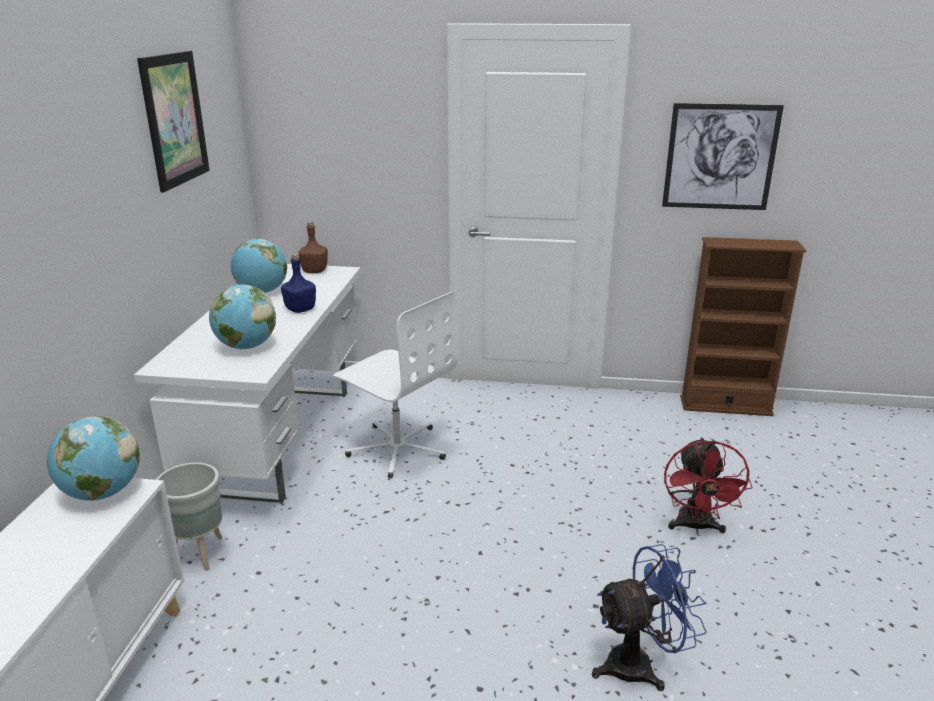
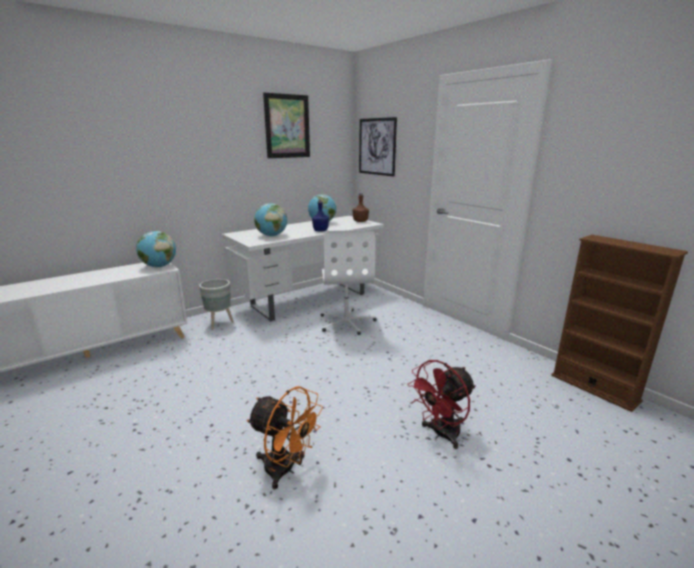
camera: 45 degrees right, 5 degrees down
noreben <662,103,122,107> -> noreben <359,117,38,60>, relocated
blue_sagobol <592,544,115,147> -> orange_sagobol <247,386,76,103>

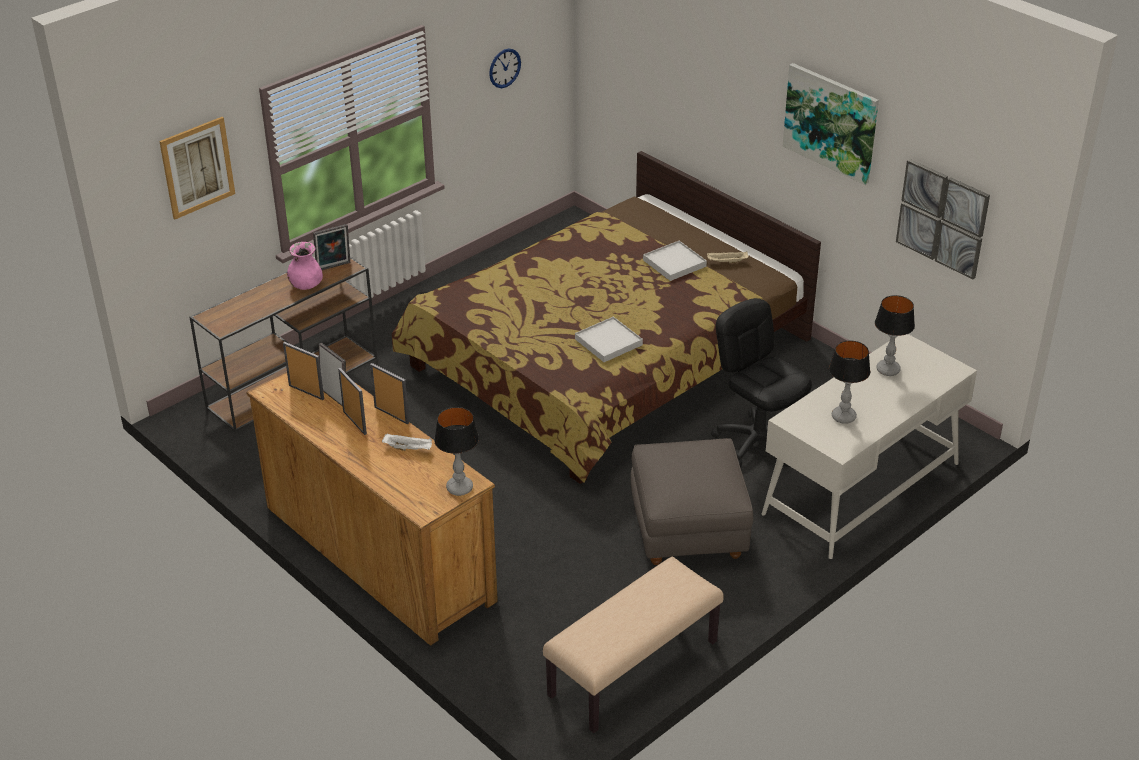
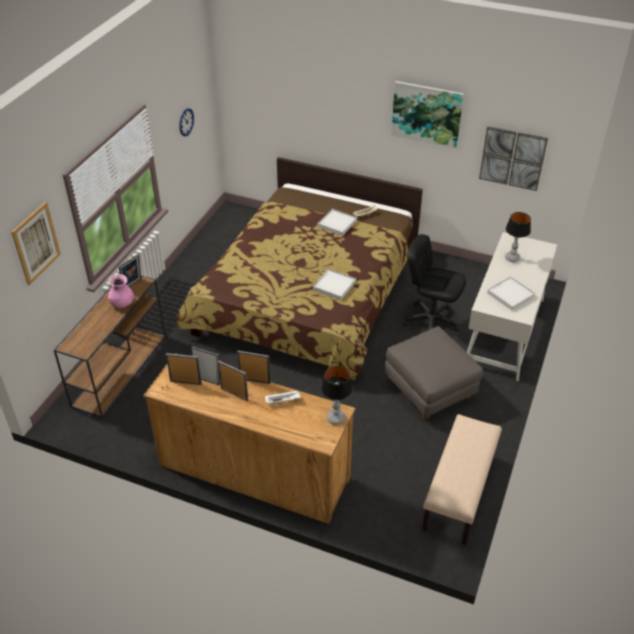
camera: 25 degrees left, 5 degrees up
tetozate <829,340,41,84> -> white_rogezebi <487,276,48,34>

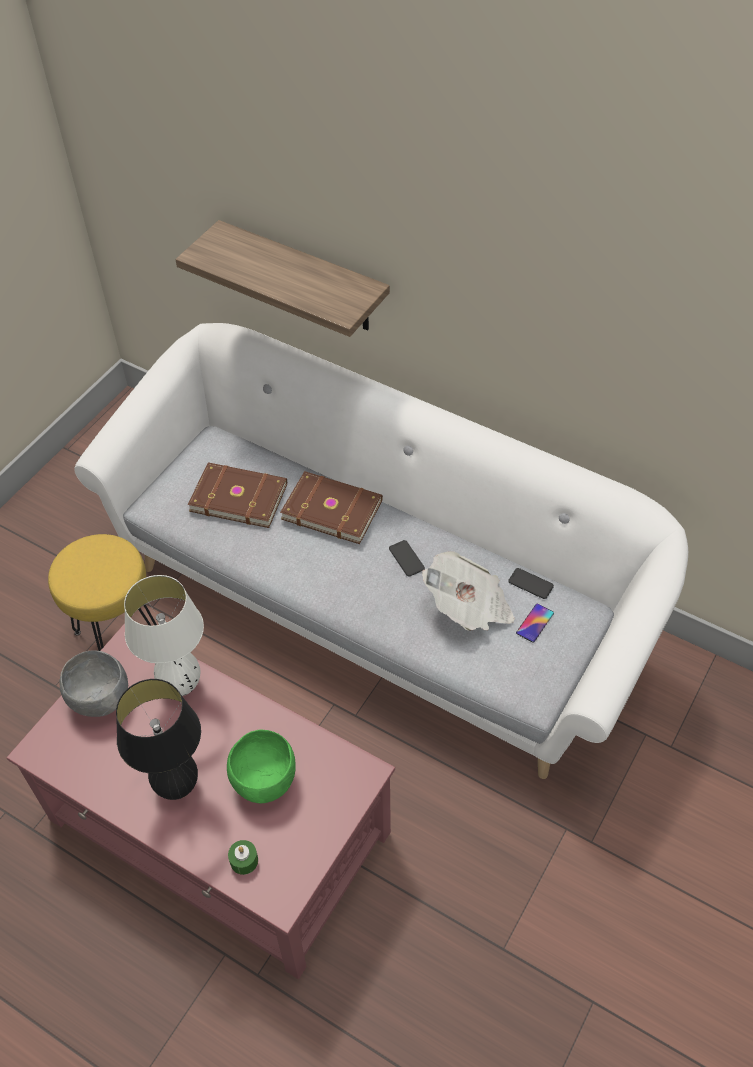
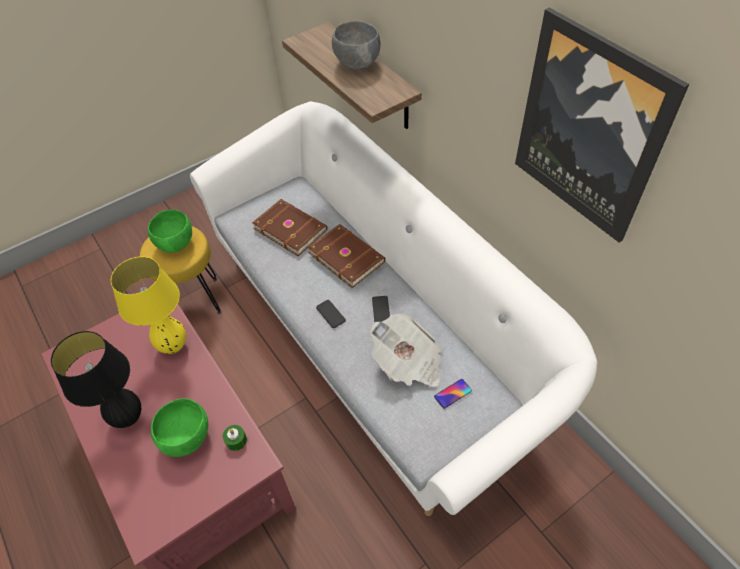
camera: 25 degrees right, 0 degrees up
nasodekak <508,568,46,31> -> nasodekak <316,300,30,28>, relocated
white_tetozate <124,575,80,121> -> yellow_tetozate <111,257,75,97>
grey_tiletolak <59,650,69,67> -> grey_tiletolak <332,21,49,49>, relocated
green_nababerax <228,840,30,35> -> green_nababerax <223,425,24,26>, relocated
none -> noreben <515,7,174,235>
none -> green_tiletolak <148,210,44,43>

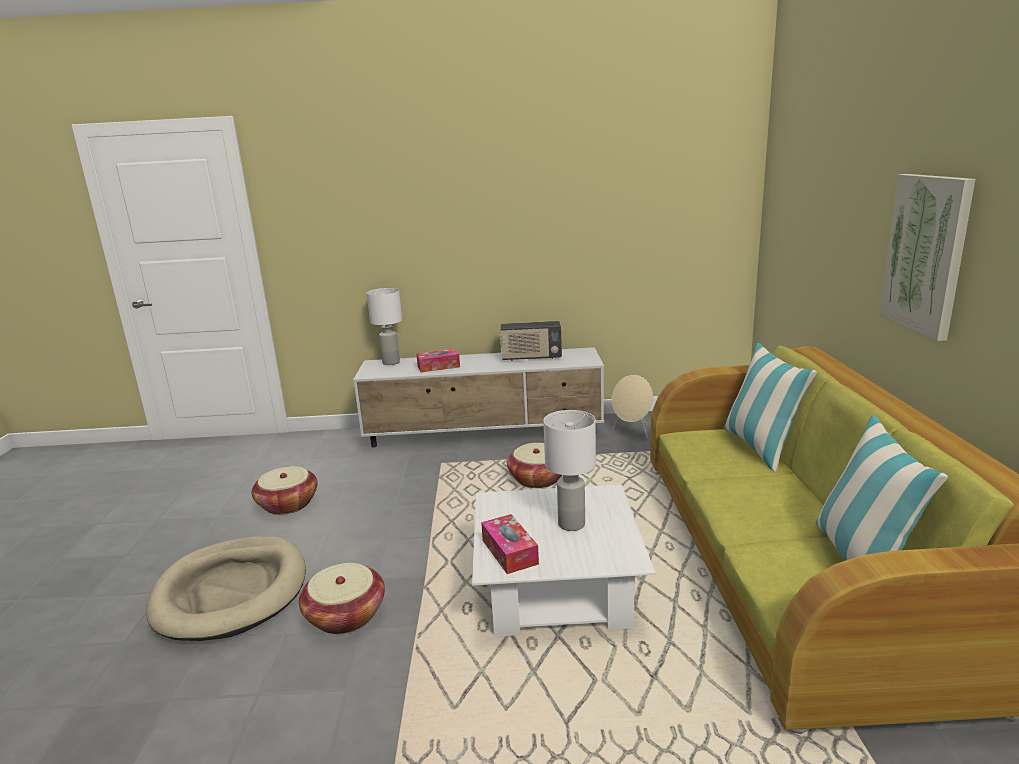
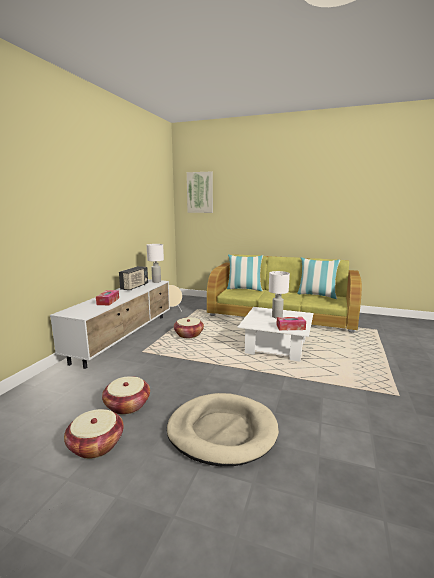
camera: 70 degrees left, 5 degrees down
noreben <879,174,96,167> -> noreben <187,171,26,42>, relocated
white_tetozate <367,288,35,77> -> white_tetozate <147,244,17,39>, relocated
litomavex <299,563,86,71> -> litomavex <64,409,60,50>, relocated

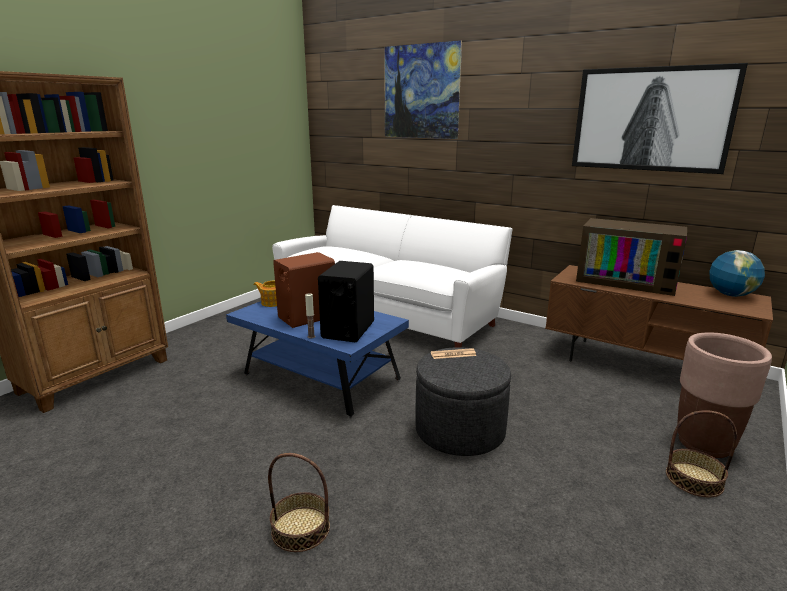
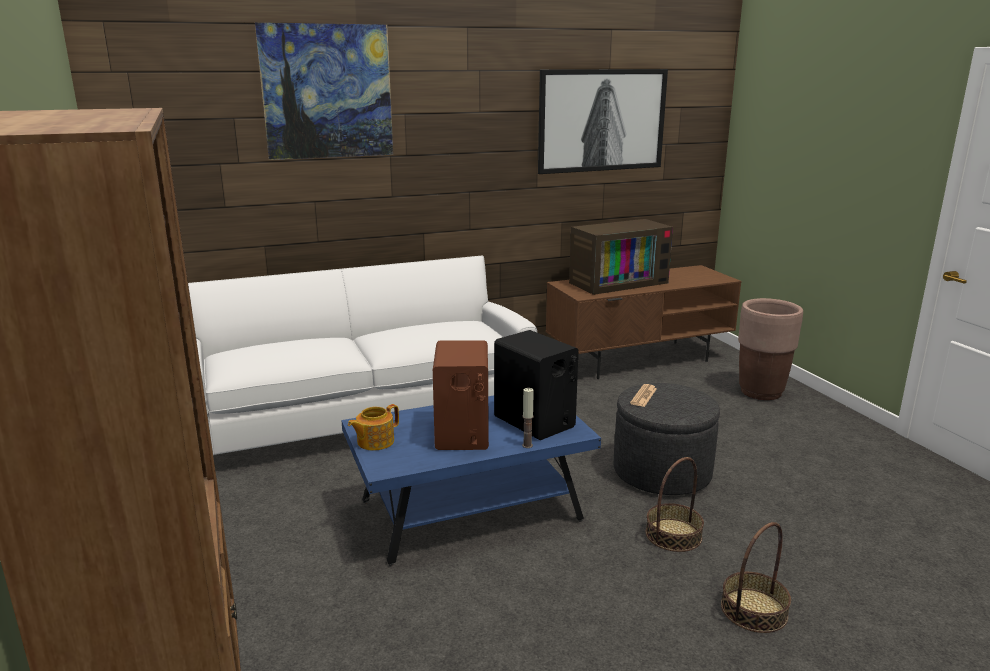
camera: 55 degrees left, 0 degrees up
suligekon <709,250,56,47> -> none
litomavex <666,410,71,87> -> litomavex <645,457,59,95>, relocated

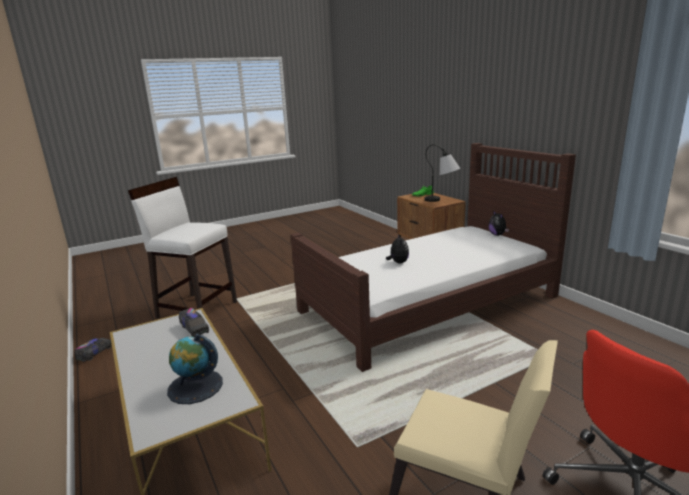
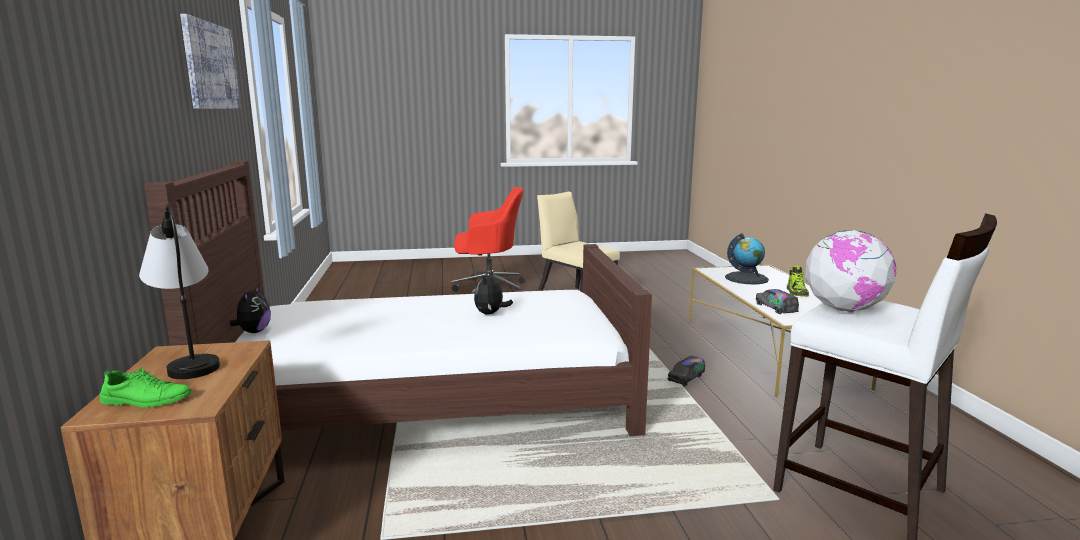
camera: 160 degrees left, 5 degrees down
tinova <74,338,38,24> -> tinova <667,355,38,32>, relocated
none -> noreben <180,14,61,95>
none -> suligekon <805,230,91,82>
none -> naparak <787,266,22,31>

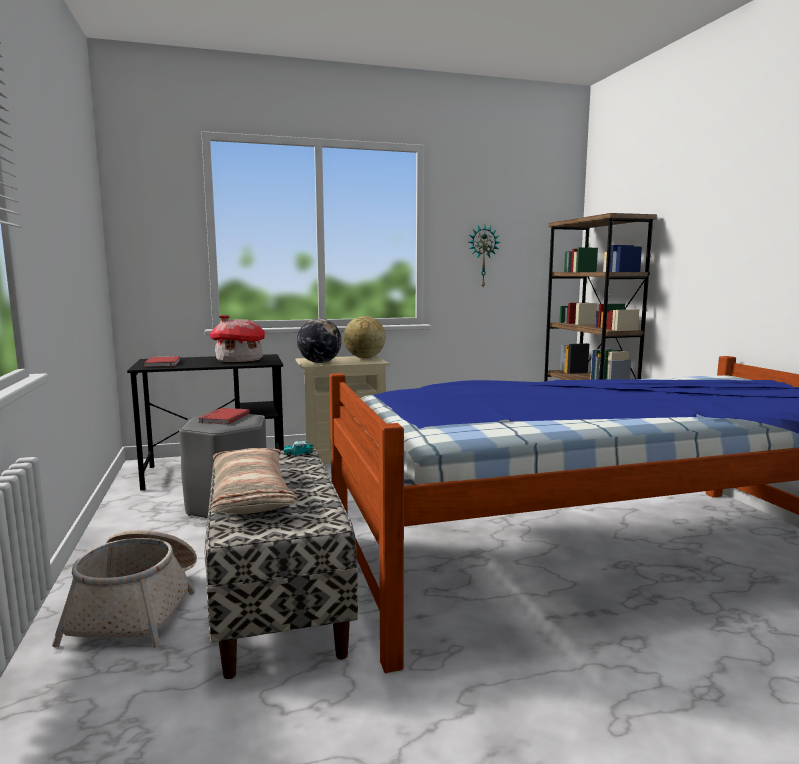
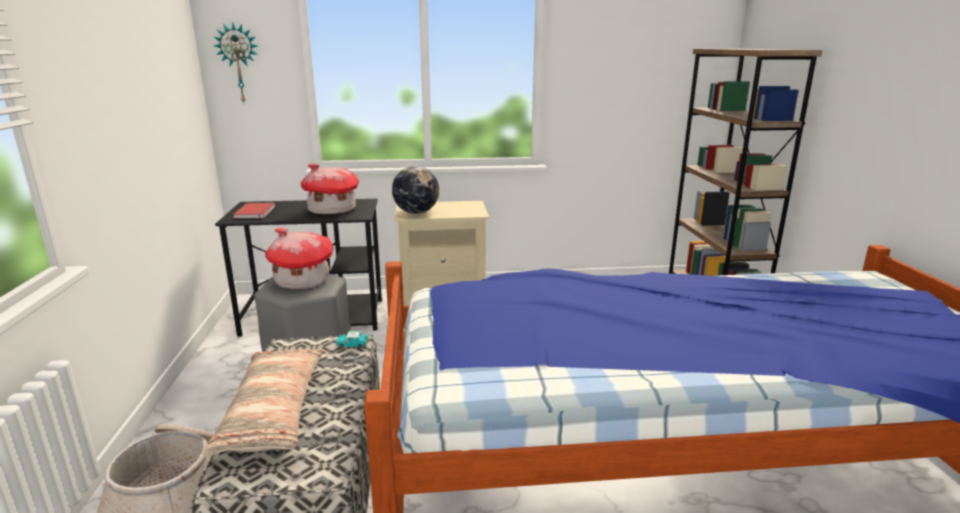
camera: 10 degrees right, 10 degrees up
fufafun <469,225,31,62> -> fufafun <214,23,44,80>, relocated
suligekon <343,316,43,42> -> none
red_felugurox <198,408,52,17> -> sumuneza <265,228,68,61>

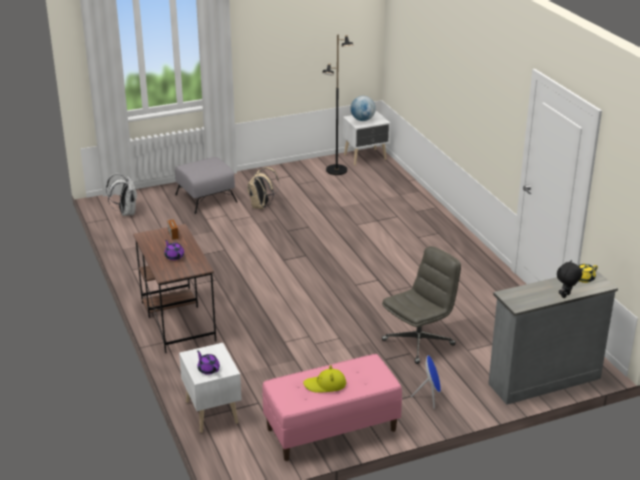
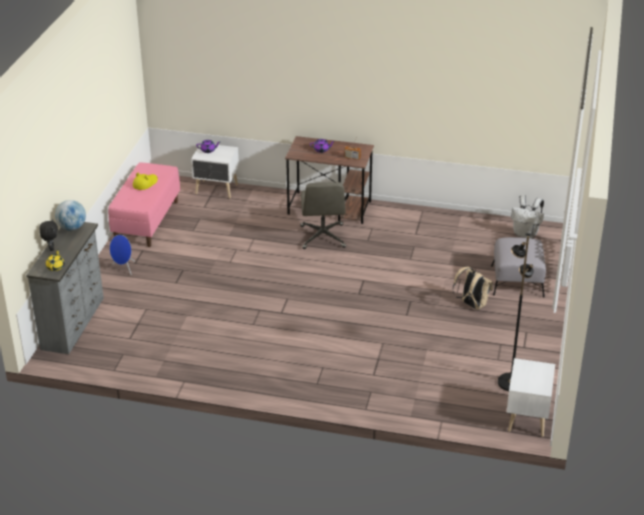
camera: 125 degrees right, 5 degrees up
suligekon <351,96,25,25> -> suligekon <55,200,31,31>, relocated
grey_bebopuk <382,246,79,118> -> grey_bebopuk <300,182,46,67>, relocated

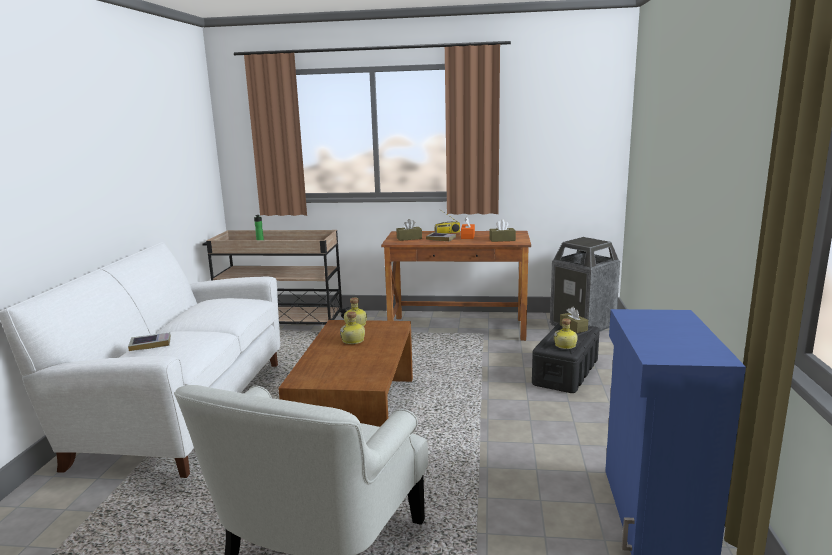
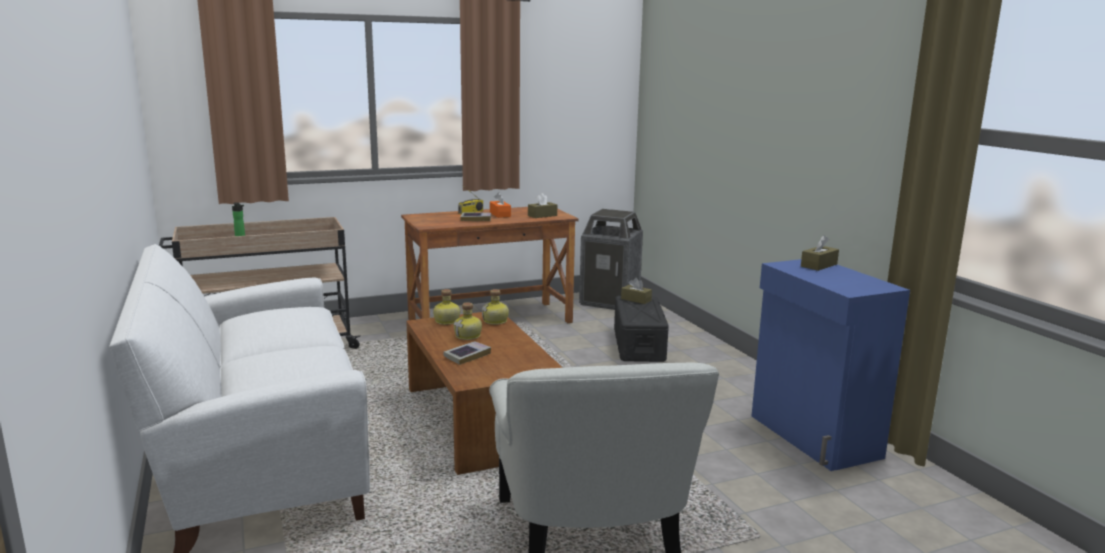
camera: 30 degrees left, 0 degrees up
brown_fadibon <397,219,25,22> -> brown_fadibon <801,235,38,36>, relocated
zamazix <554,318,24,31> -> zamazix <482,289,27,36>, relocated
felugurox <128,332,43,19> -> felugurox <443,341,48,24>, relocated

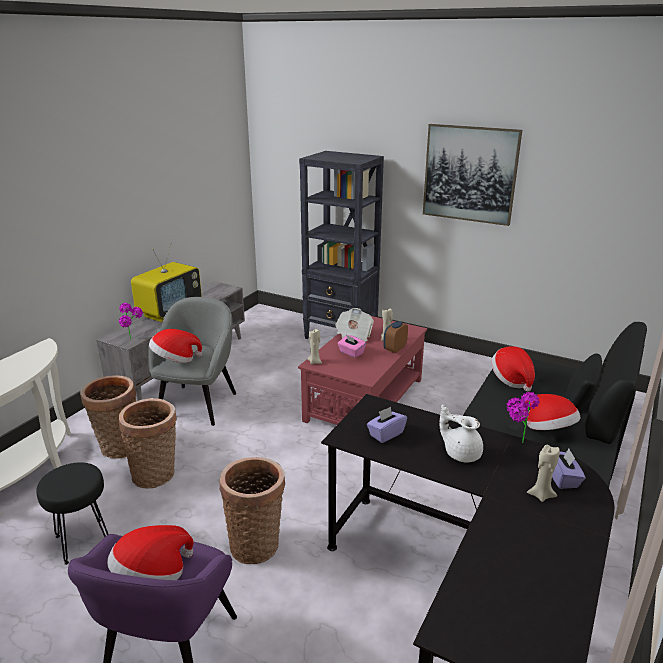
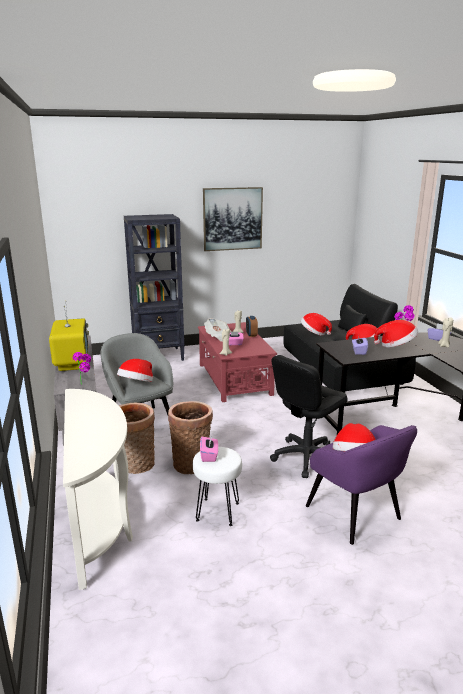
camera: 45 degrees left, 5 degrees down
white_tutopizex <440,404,43,59> -> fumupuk <374,320,44,27>
litomavex <220,457,65,107> -> black_bebopuk <270,355,78,123>
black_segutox <36,462,73,103> -> white_segutox <193,447,49,79>
none -> pink_fadibon <200,437,18,25>

